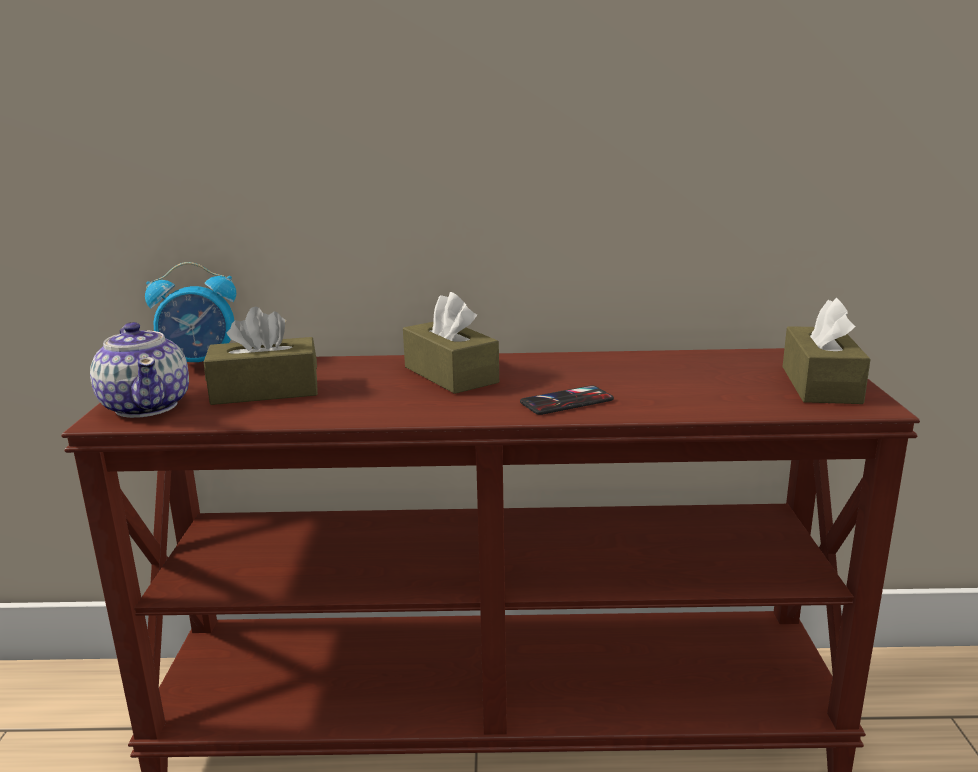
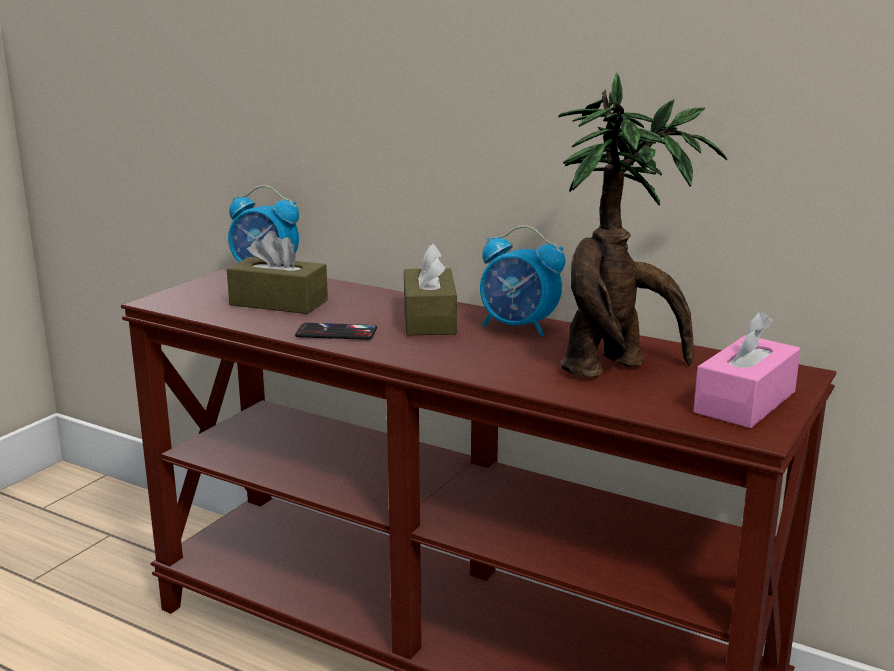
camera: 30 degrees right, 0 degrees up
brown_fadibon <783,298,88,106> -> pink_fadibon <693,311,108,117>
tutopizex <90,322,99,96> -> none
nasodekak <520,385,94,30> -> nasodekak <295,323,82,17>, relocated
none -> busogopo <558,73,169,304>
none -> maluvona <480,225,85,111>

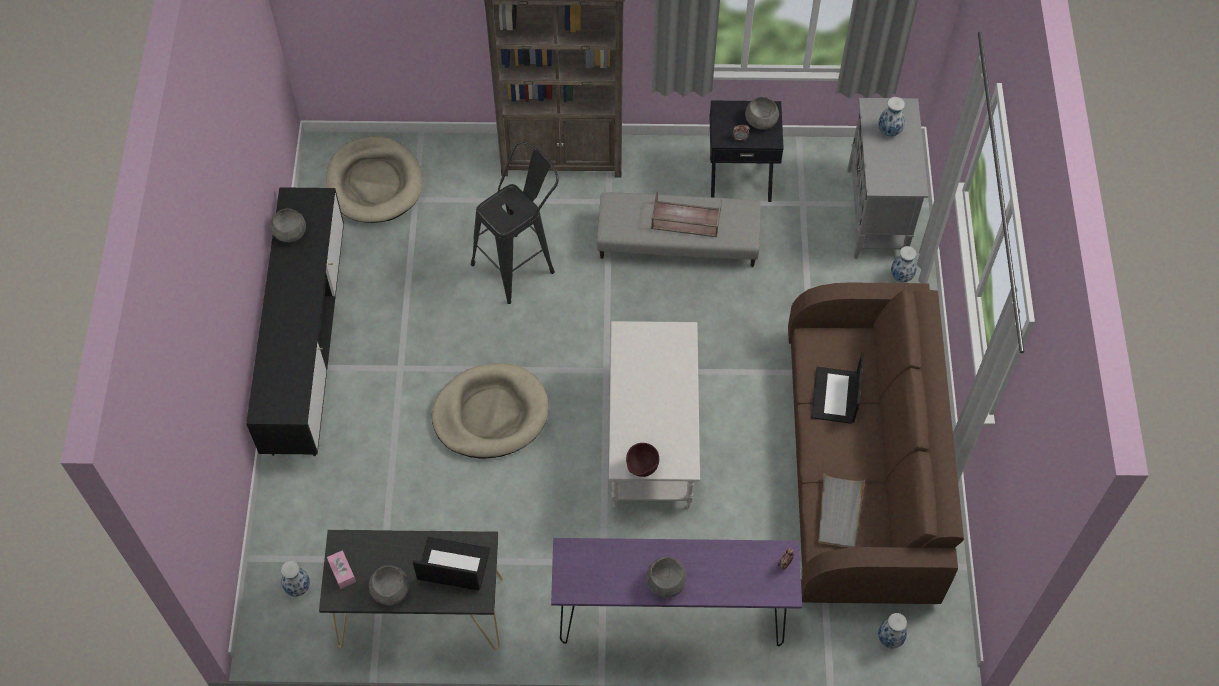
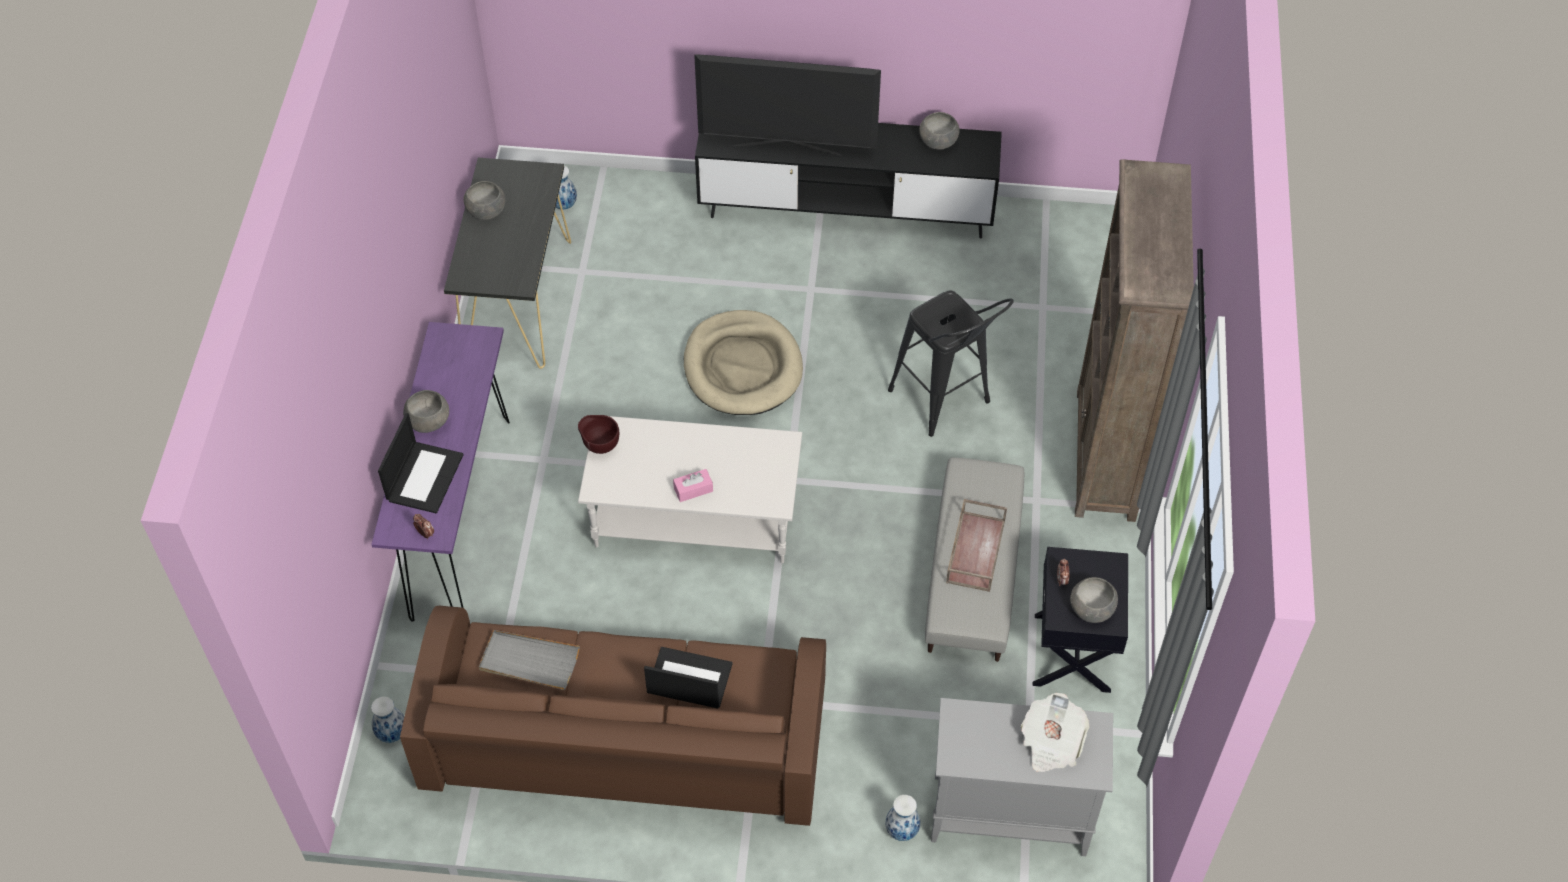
camera: 95 degrees right, 5 degrees down
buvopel <878,97,27,40> -> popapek <1021,693,68,79>
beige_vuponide <326,136,97,87> -> none
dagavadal <413,537,77,54> -> dagavadal <378,413,85,101>, relocated
pink_fadibon <327,550,29,39> -> pink_fadibon <673,469,40,33>, relocated
none -> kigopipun <694,54,187,102>

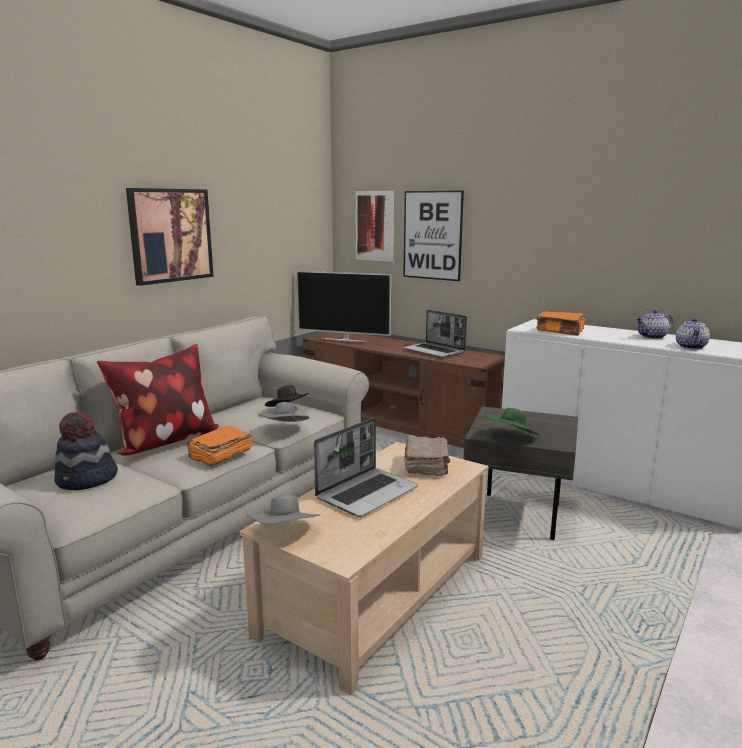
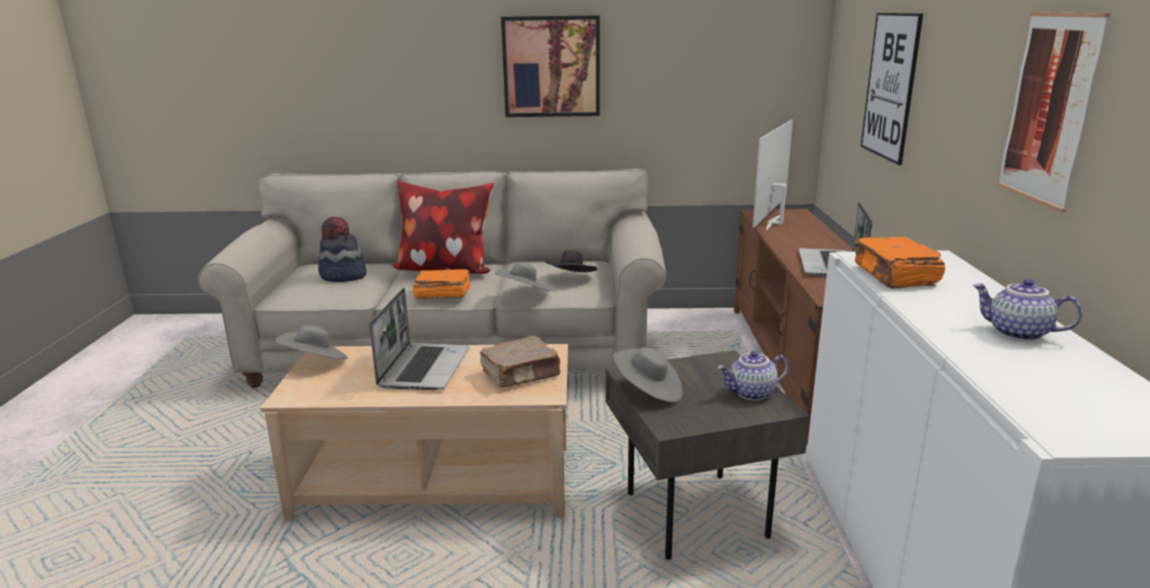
camera: 55 degrees right, 5 degrees up
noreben <355,189,40,74> -> noreben <997,12,113,201>, relocated
kigopipun <296,271,95,71> -> kigopipun <753,119,40,112>, 45 degrees clockwise
tutopizex <676,318,34,32> -> tutopizex <718,351,71,49>, relocated
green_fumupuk <487,408,52,27> -> grey_fumupuk <612,347,71,55>
dagavadal <314,418,104,99> -> dagavadal <369,288,100,102>, 90 degrees counterclockwise

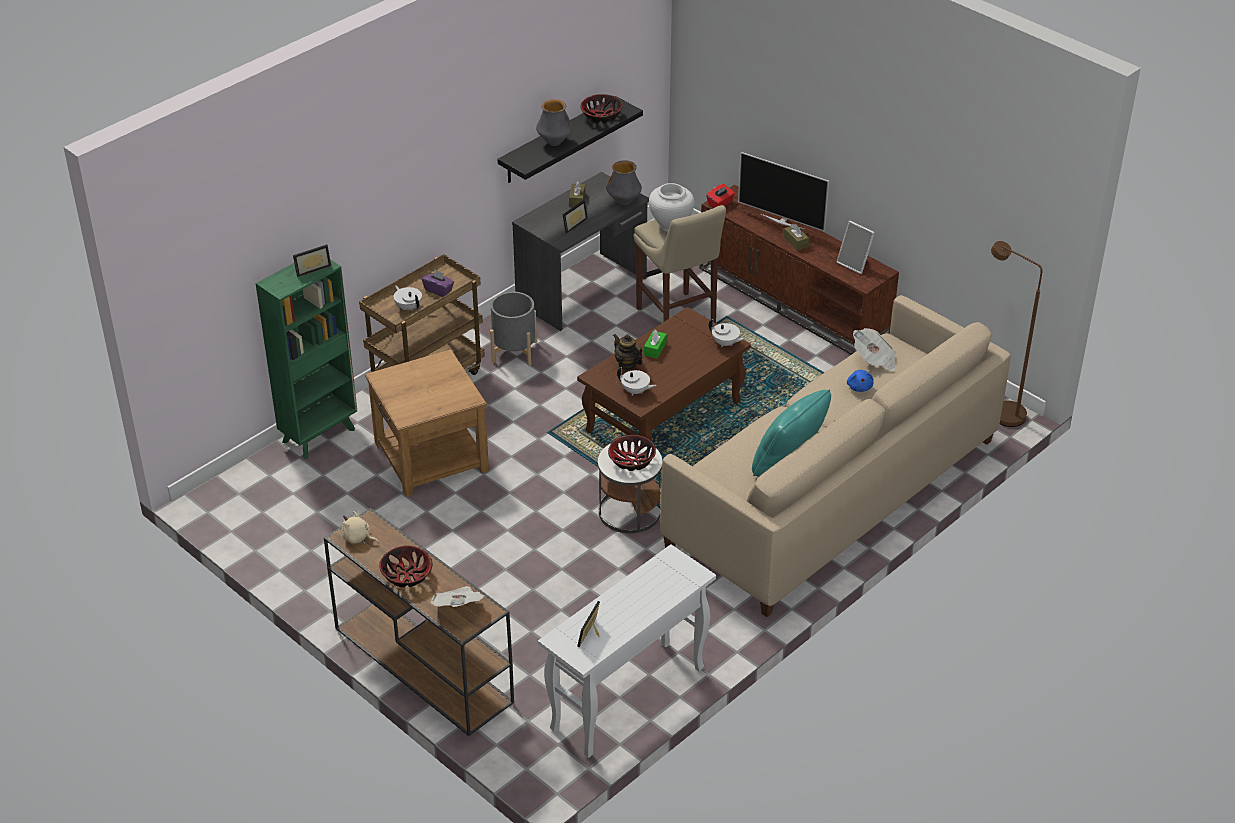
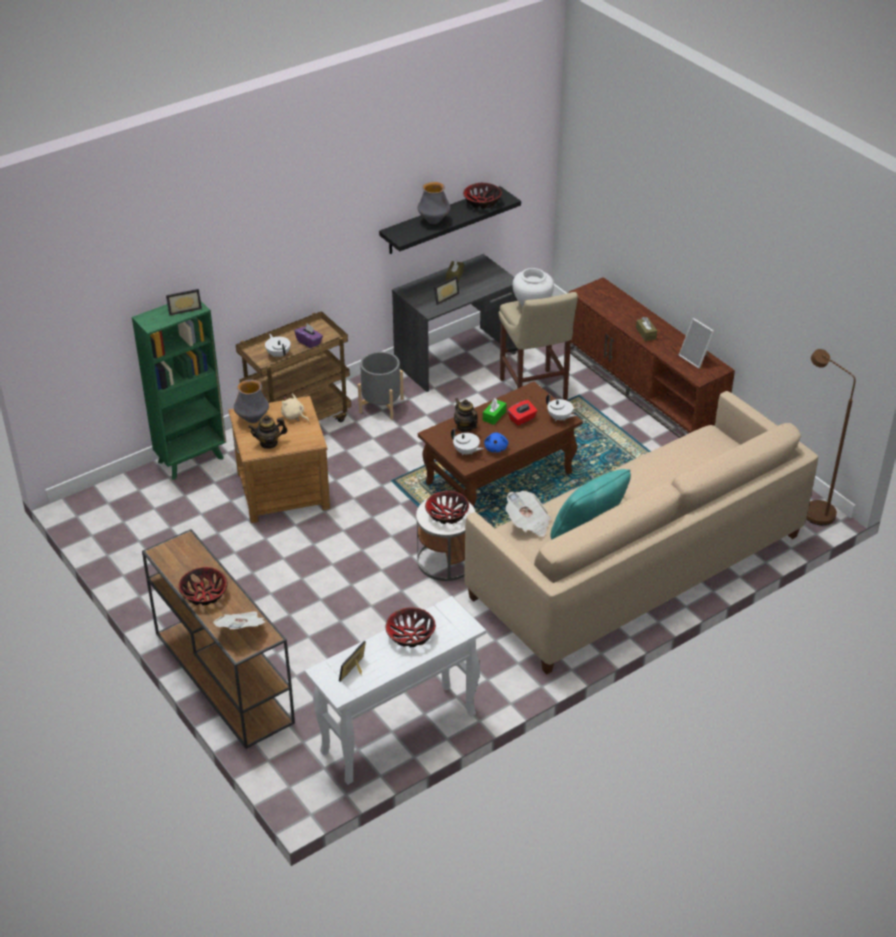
camera: 10 degrees right, 0 degrees up
kigopipun <738,152,91,80> -> none
buvopel <606,160,36,45> -> buvopel <234,380,35,43>, relocated
red_fadibon <706,184,29,24> -> red_fadibon <508,400,29,26>, relocated
popapek <853,328,43,43> -> popapek <505,491,46,46>, relocated
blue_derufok <847,370,27,22> -> blue_derufok <484,432,24,21>, relocated
beige_derufok <342,511,37,33> -> beige_derufok <281,394,28,27>, relocated
none -> tutopizex <248,415,39,34>
none -> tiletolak <385,607,51,40>

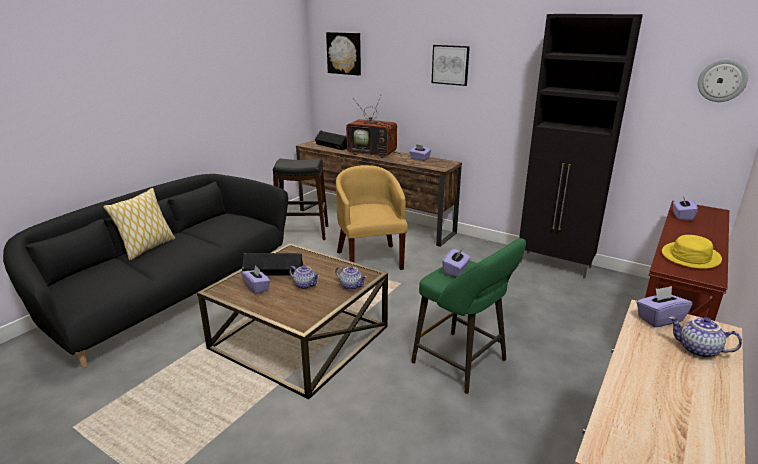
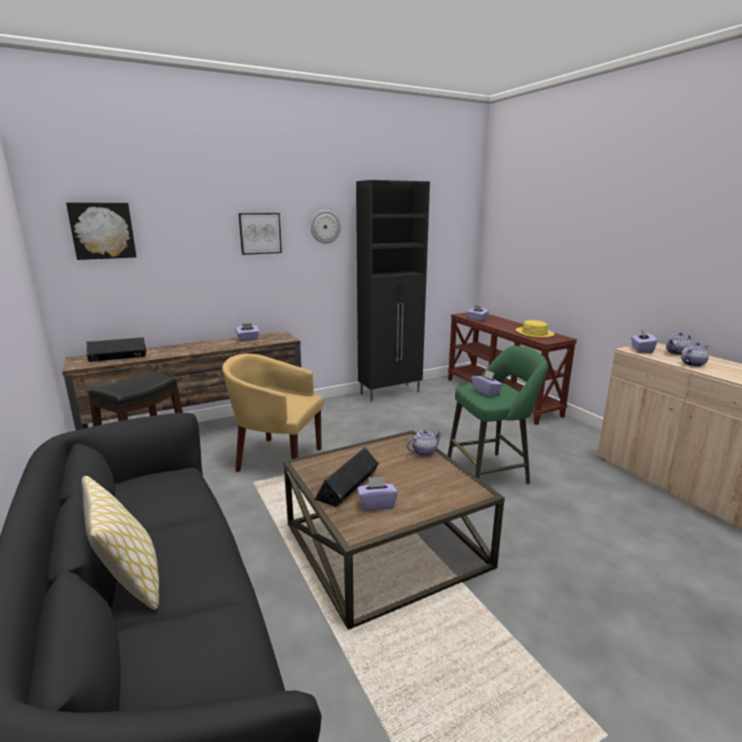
camera: 60 degrees left, 5 degrees down
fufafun <698,59,50,43> -> fufafun <310,210,31,34>, relocated
kigopipun <346,94,56,64> -> none
tutopizex <289,266,30,23> -> tutopizex <681,342,28,25>, relocated

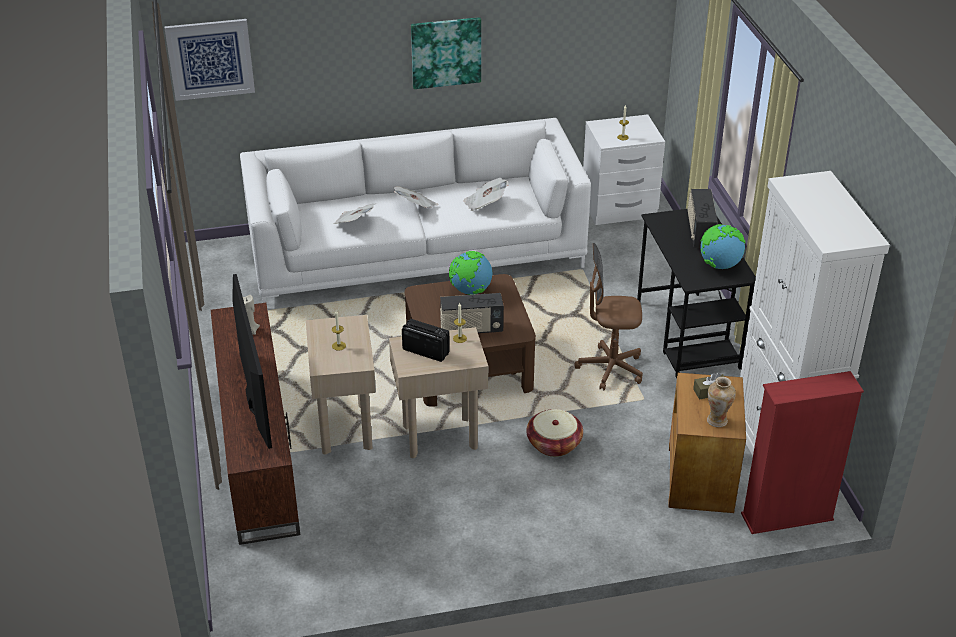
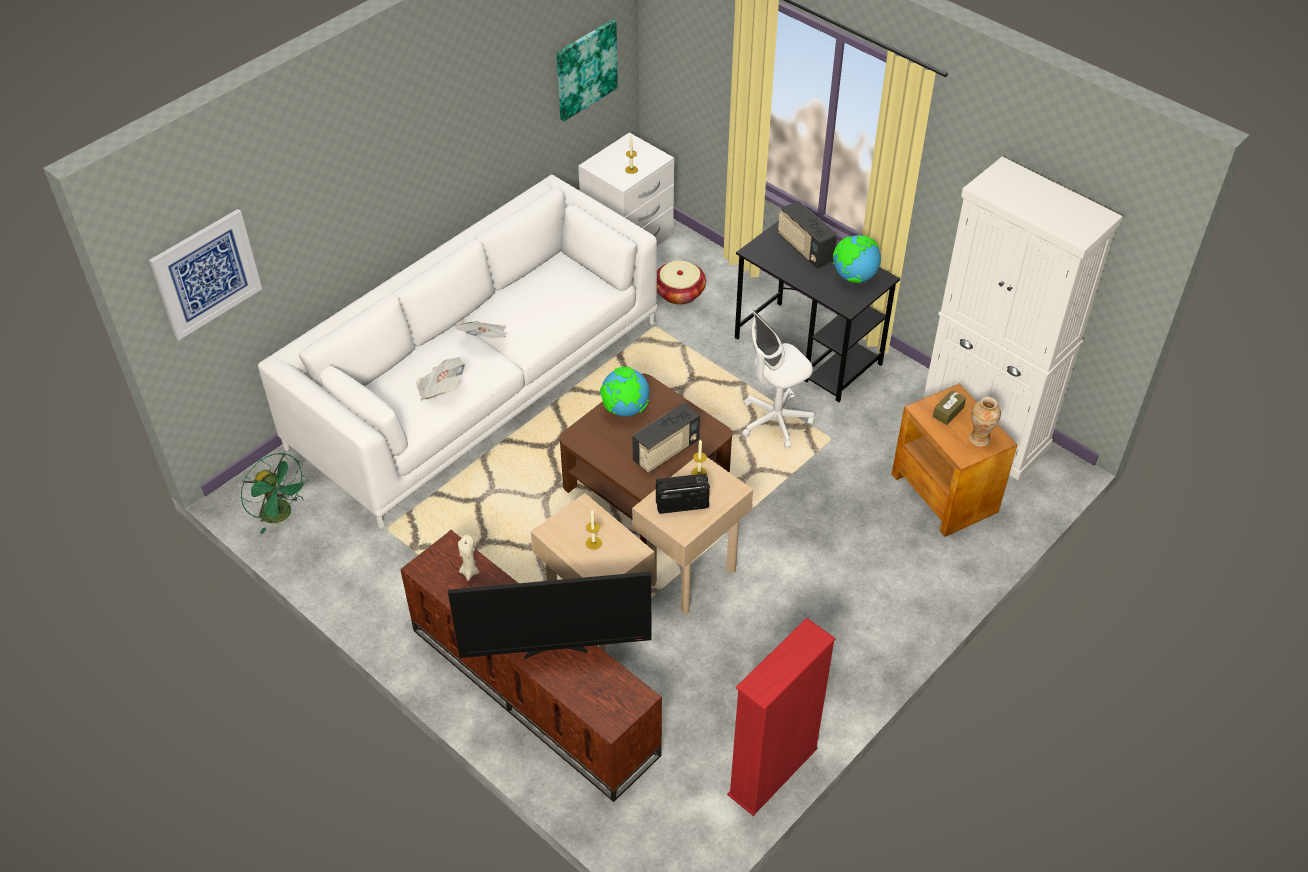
camera: 35 degrees left, 10 degrees up
noreben <411,17,70,72> -> noreben <557,19,61,102>, relocated
popapek <464,178,45,33> -> none
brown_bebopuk <575,243,68,147> -> white_bebopuk <742,310,72,138>
kigopipun <232,274,40,175> -> kigopipun <448,572,203,87>, 135 degrees clockwise
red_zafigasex <741,371,123,163> -> red_zafigasex <727,618,109,198>, relocated
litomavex <526,409,57,48> -> litomavex <657,260,49,45>, relocated
none -> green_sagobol <241,453,68,81>

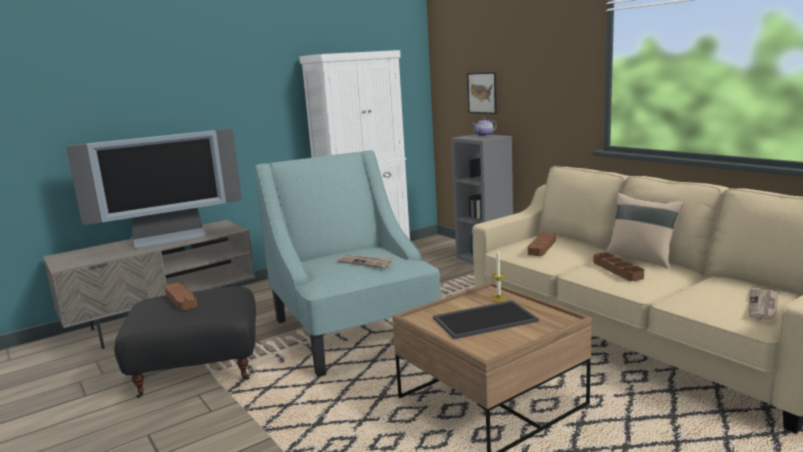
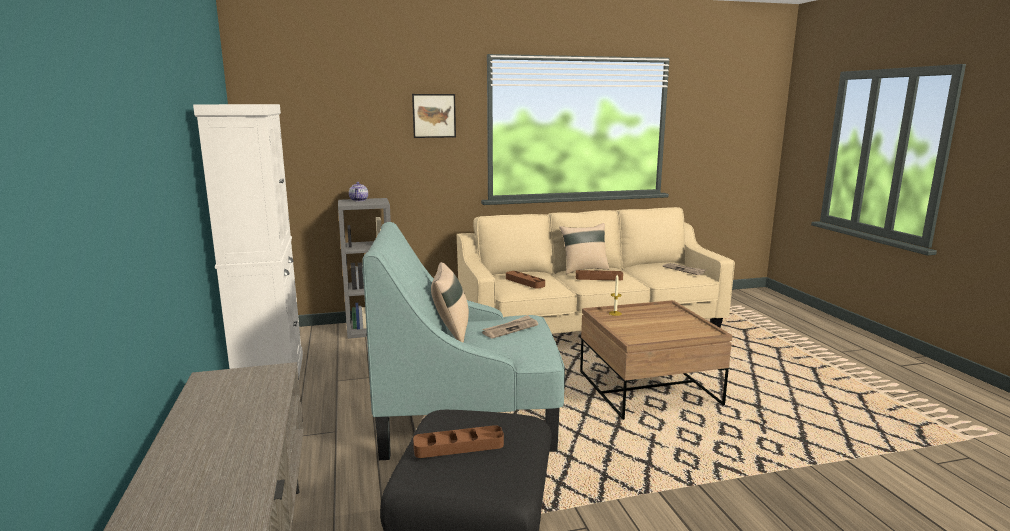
camera: 70 degrees left, 0 degrees up
noreben <467,72,30,42> -> noreben <412,94,44,44>, relocated
kigopipun <66,129,176,120> -> none
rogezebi <433,300,106,39> -> none
none -> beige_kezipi <431,262,38,81>

